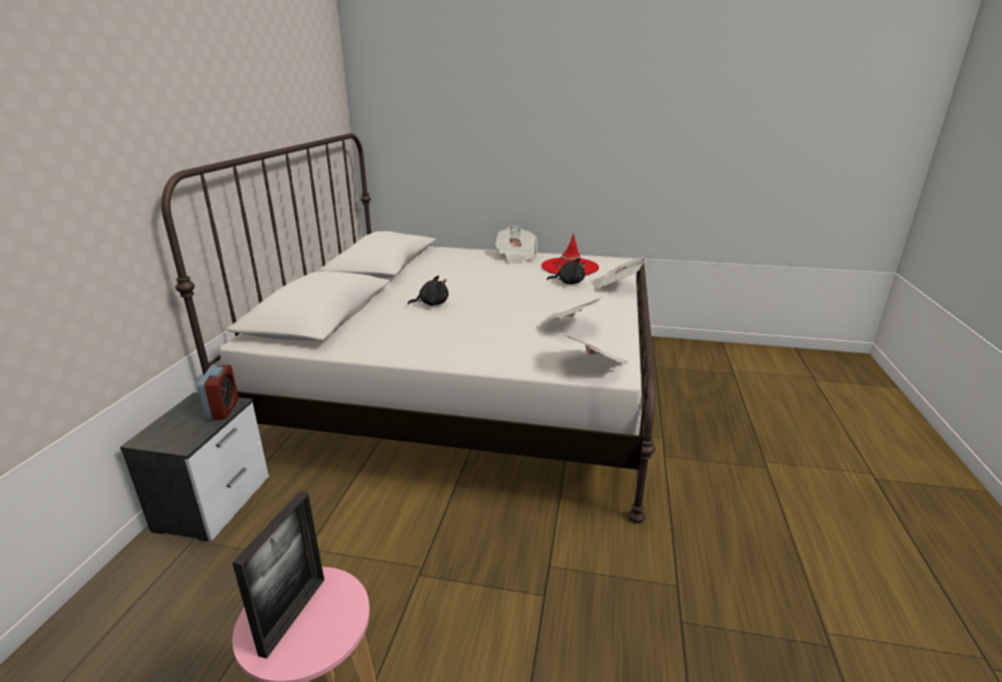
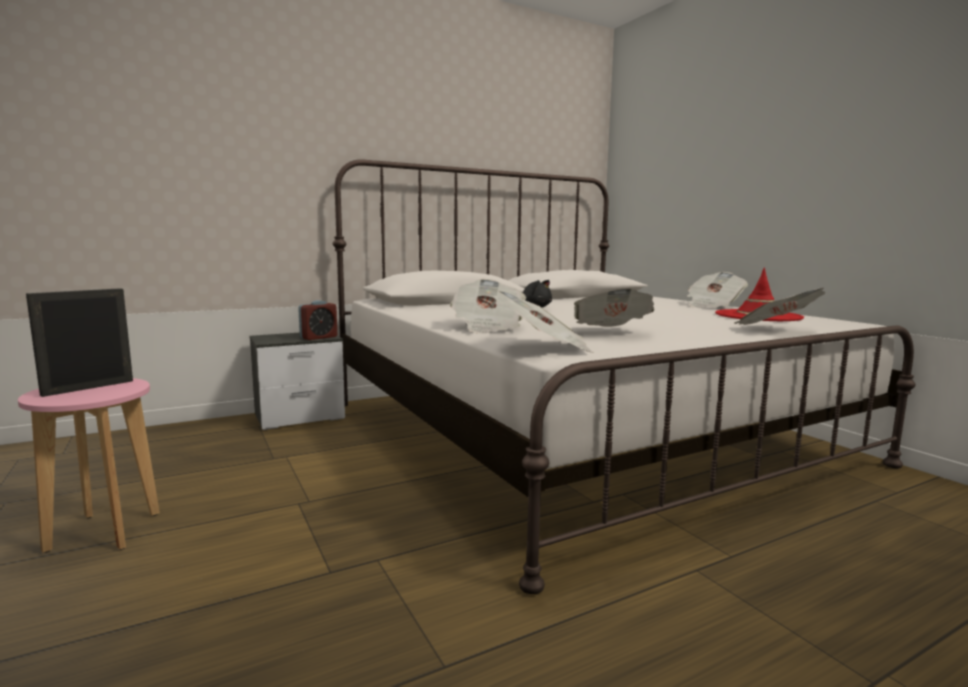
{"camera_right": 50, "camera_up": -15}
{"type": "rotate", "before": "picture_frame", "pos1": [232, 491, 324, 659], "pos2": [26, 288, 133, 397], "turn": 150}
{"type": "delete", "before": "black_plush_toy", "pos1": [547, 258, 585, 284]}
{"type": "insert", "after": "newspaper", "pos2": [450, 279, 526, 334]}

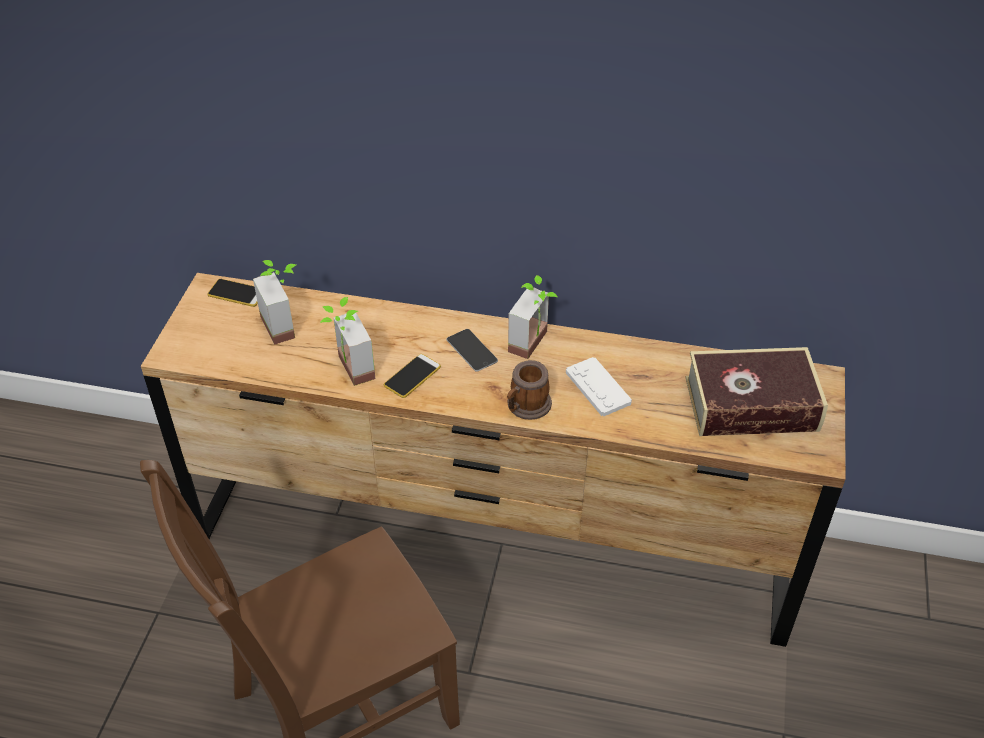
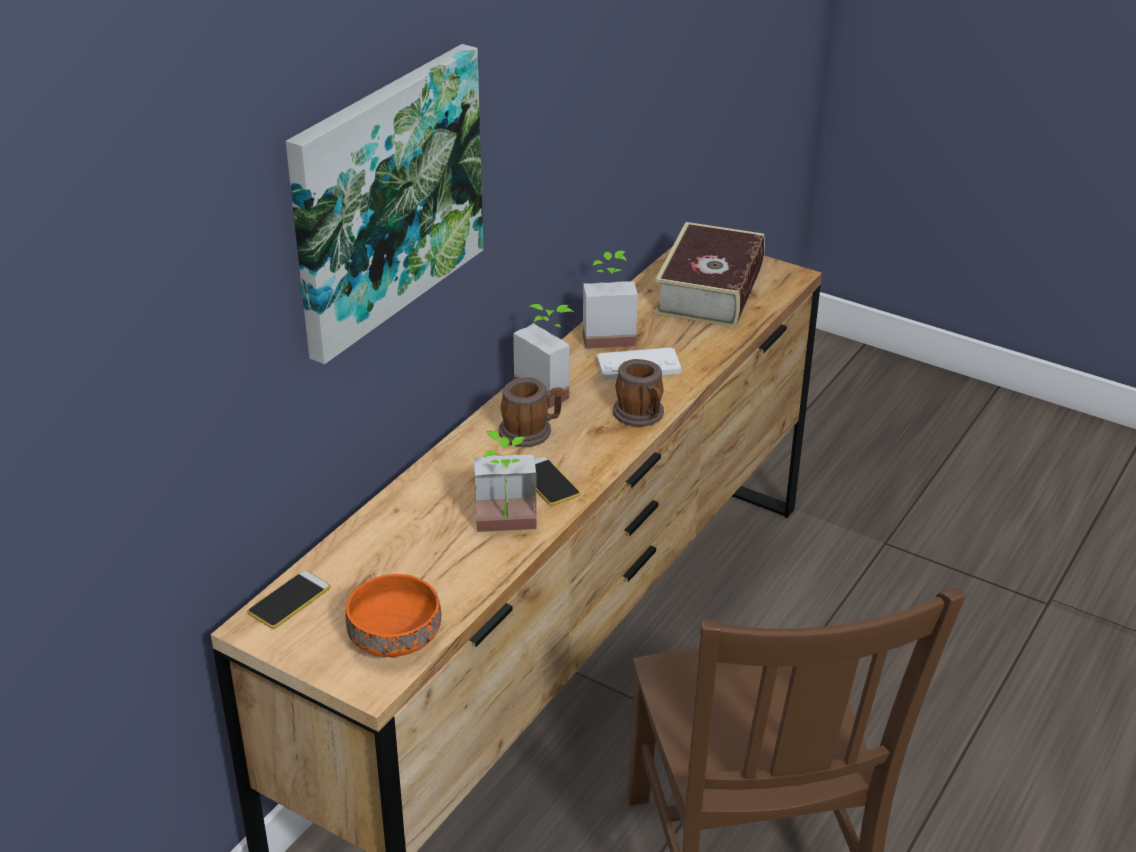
{"camera_right": -70, "camera_up": -10}
{"type": "move", "before": "potted_plant", "pos1": [253, 260, 296, 345], "pos2": [583, 251, 638, 349]}
{"type": "replace", "before": "phone", "after": "mug", "pos1": [446, 329, 498, 372], "pos2": [499, 377, 564, 447]}
{"type": "insert", "after": "picture", "pos2": [286, 44, 484, 364]}
{"type": "insert", "after": "orange_bowl", "pos2": [346, 574, 441, 657]}

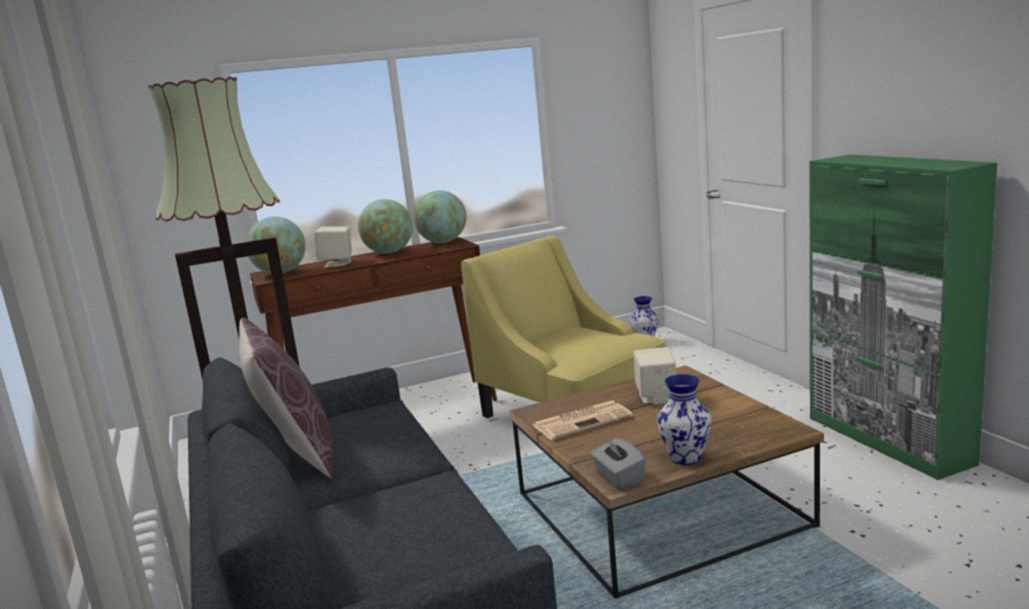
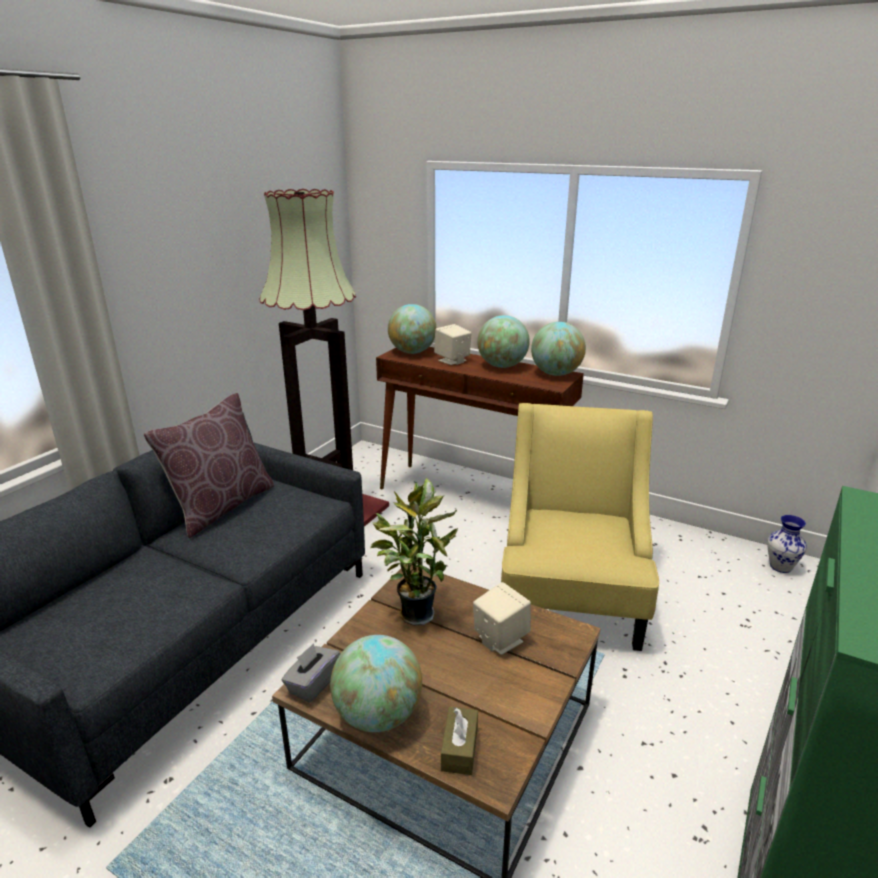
{"camera_right": 50, "camera_up": 10}
{"type": "replace", "before": "newspaper", "after": "potted_plant", "pos1": [532, 400, 633, 440], "pos2": [370, 477, 458, 626]}
{"type": "replace", "before": "vase", "after": "globe", "pos1": [657, 374, 711, 465], "pos2": [330, 635, 422, 732]}
{"type": "insert", "after": "brown_tissue_box", "pos2": [441, 707, 478, 775]}

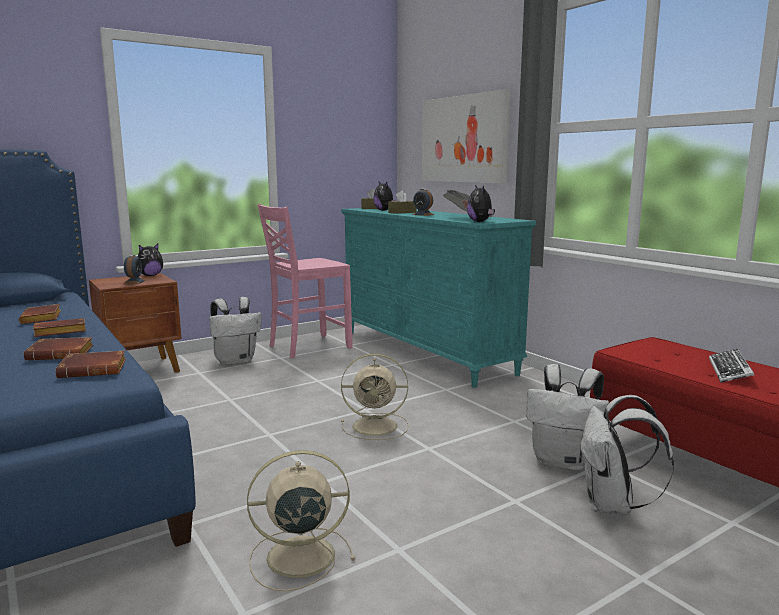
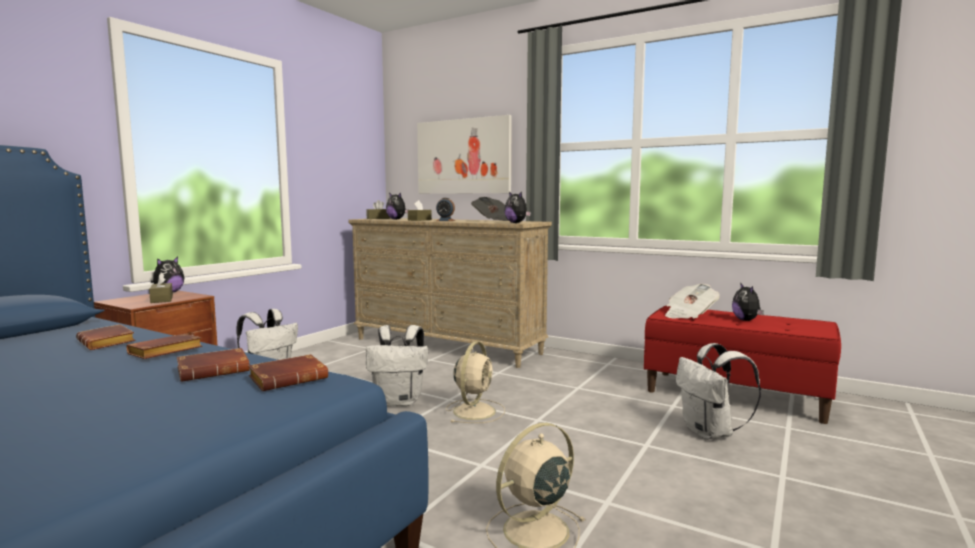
{"camera_right": -25, "camera_up": -5}
{"type": "replace", "before": "alarm_clock", "after": "brown_tissue_box", "pos1": [124, 255, 146, 284], "pos2": [149, 272, 173, 303]}
{"type": "delete", "before": "pink_chair", "pos1": [257, 204, 353, 358]}
{"type": "recolor", "before": "turquoise_dresser", "after": "beige_dresser", "pos1": [341, 208, 536, 388], "pos2": [348, 218, 552, 368]}
{"type": "rotate", "before": "beige_fan", "pos1": [341, 354, 409, 440], "pos2": [446, 341, 505, 423], "turn": -45}
{"type": "move", "before": "white_backpack", "pos1": [526, 364, 609, 471], "pos2": [366, 325, 428, 407]}
{"type": "replace", "before": "keyboard", "after": "plush_toy", "pos1": [709, 349, 754, 383], "pos2": [732, 283, 764, 321]}
{"type": "insert", "after": "newspaper", "pos2": [665, 284, 720, 319]}

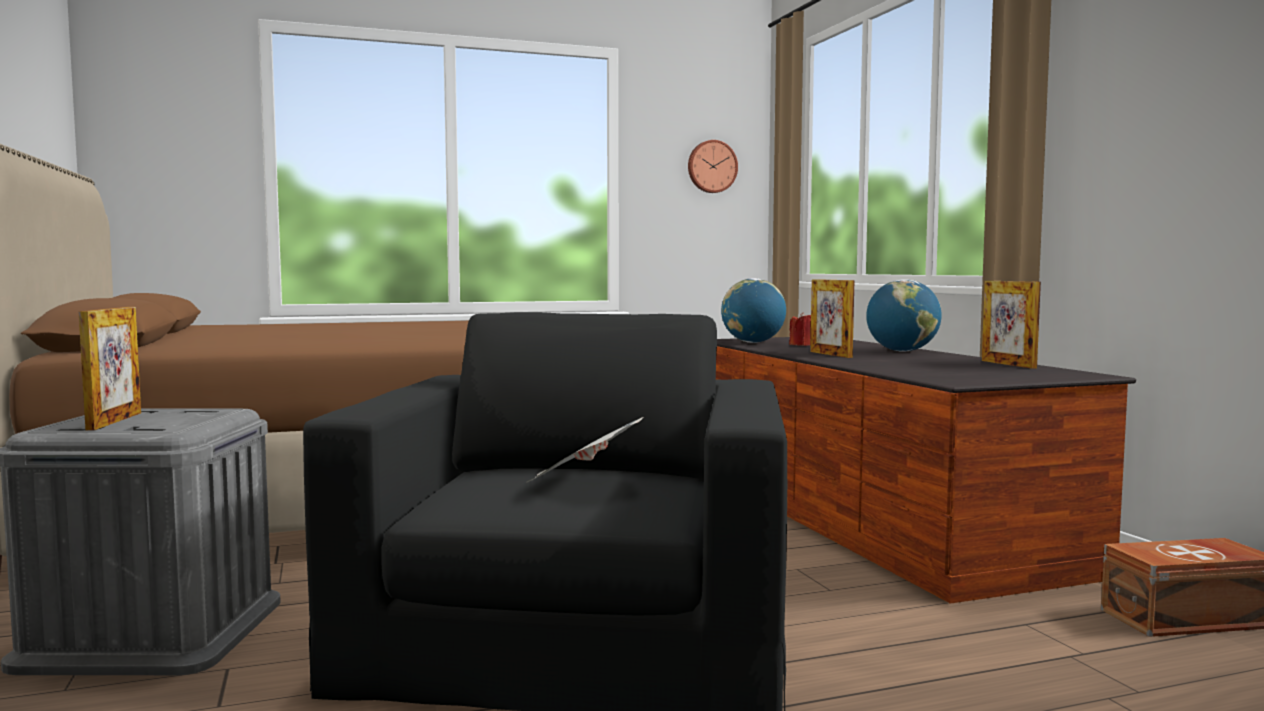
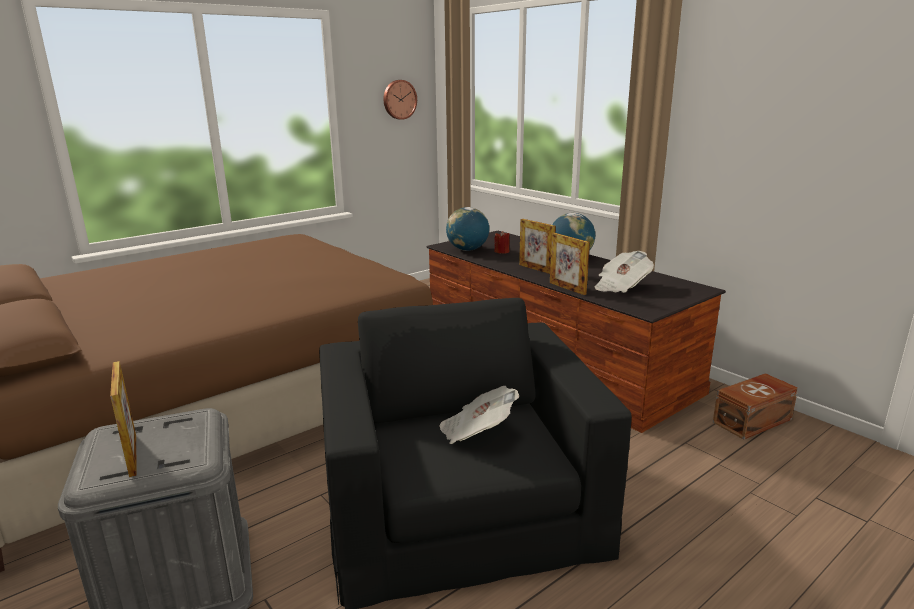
{"camera_right": -20, "camera_up": 15}
{"type": "move", "before": "picture_frame", "pos1": [982, 281, 1041, 369], "pos2": [550, 233, 590, 295]}
{"type": "insert", "after": "newspaper", "pos2": [594, 251, 654, 293]}

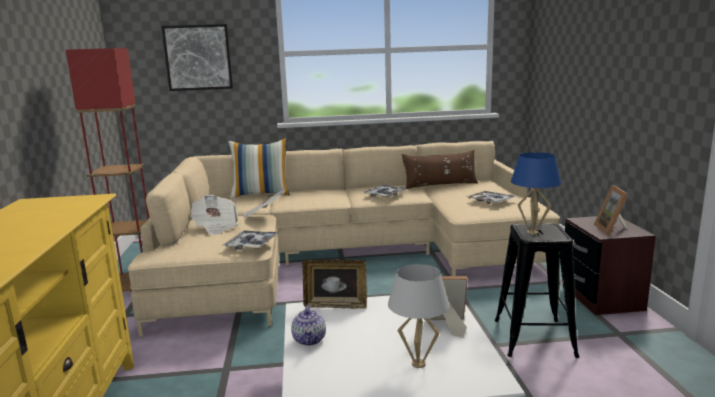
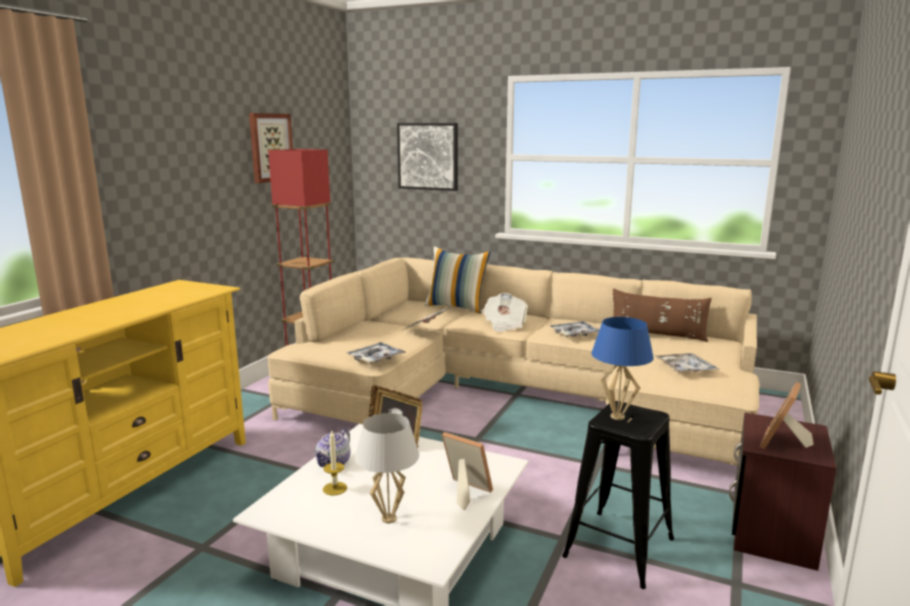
{"camera_right": 30, "camera_up": 0}
{"type": "move", "before": "newspaper", "pos1": [190, 195, 238, 235], "pos2": [482, 293, 528, 332]}
{"type": "insert", "after": "picture", "pos2": [249, 113, 293, 183]}
{"type": "insert", "after": "candle", "pos2": [323, 430, 347, 495]}

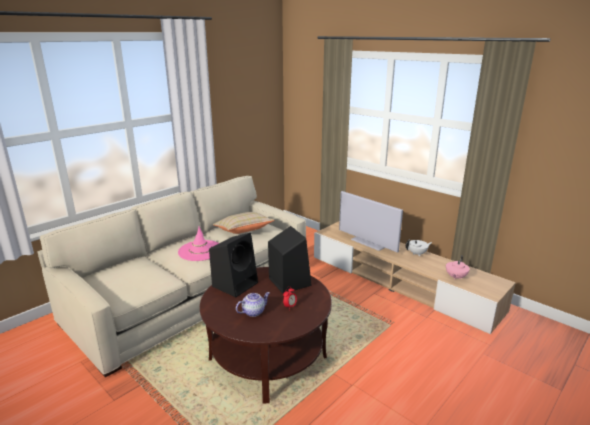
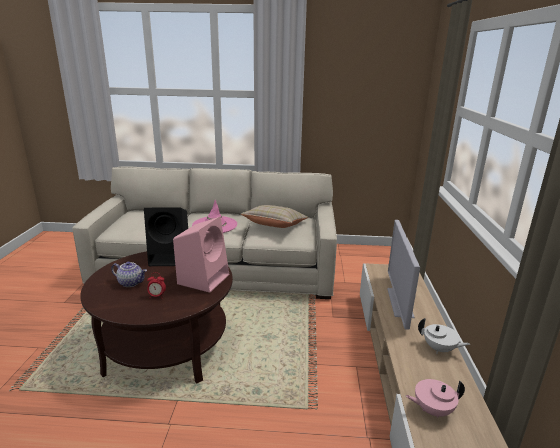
{"camera_right": 50, "camera_up": 0}
{"type": "recolor", "before": "black_speaker", "after": "pink_speaker", "pos1": [268, 226, 312, 294], "pos2": [173, 217, 229, 293]}

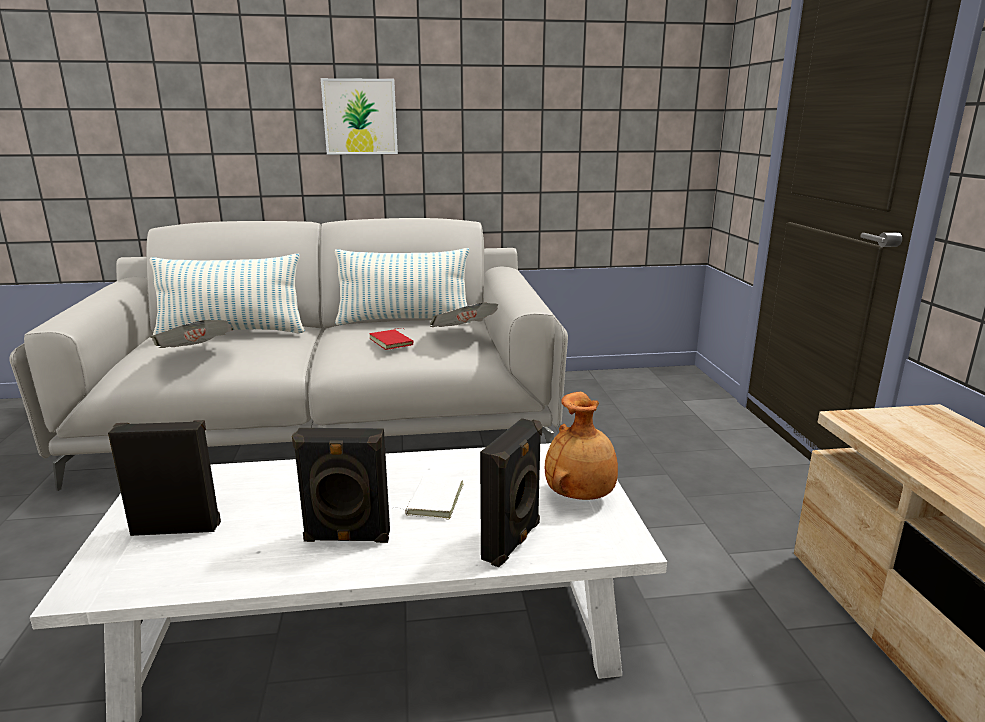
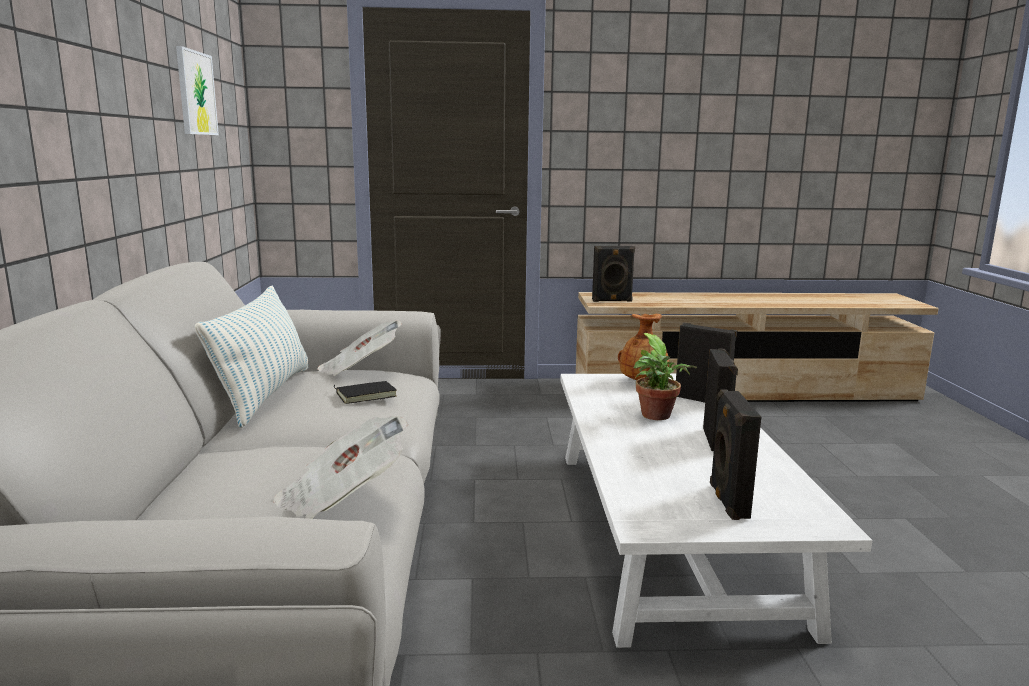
{"camera_right": -85, "camera_up": -5}
{"type": "delete", "before": "pillow", "pos1": [150, 254, 305, 335]}
{"type": "move", "before": "picture", "pos1": [321, 78, 398, 154], "pos2": [176, 46, 219, 135]}
{"type": "recolor", "before": "red_book", "after": "black_book", "pos1": [369, 328, 414, 350], "pos2": [334, 381, 397, 404]}
{"type": "replace", "before": "white_book", "after": "potted_plant", "pos1": [392, 476, 464, 520], "pos2": [634, 333, 697, 420]}
{"type": "insert", "after": "black_speaker", "pos2": [592, 246, 635, 302]}

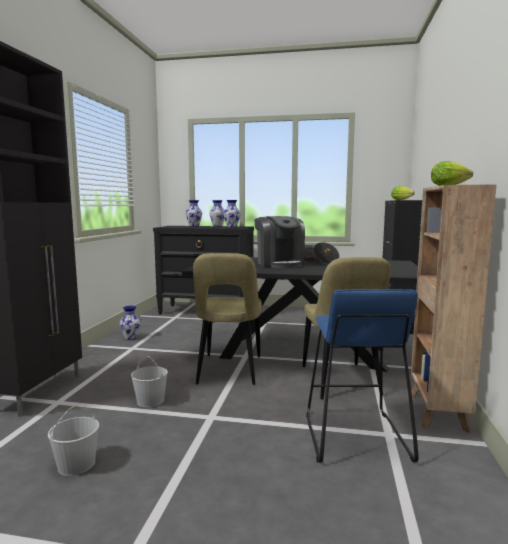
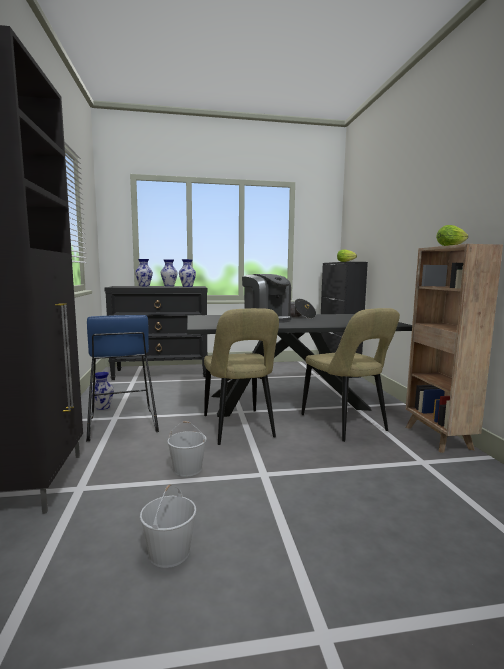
{"camera_right": -20, "camera_up": 0}
{"type": "move", "before": "blue_stool", "pos1": [306, 289, 419, 463], "pos2": [86, 315, 159, 441]}

